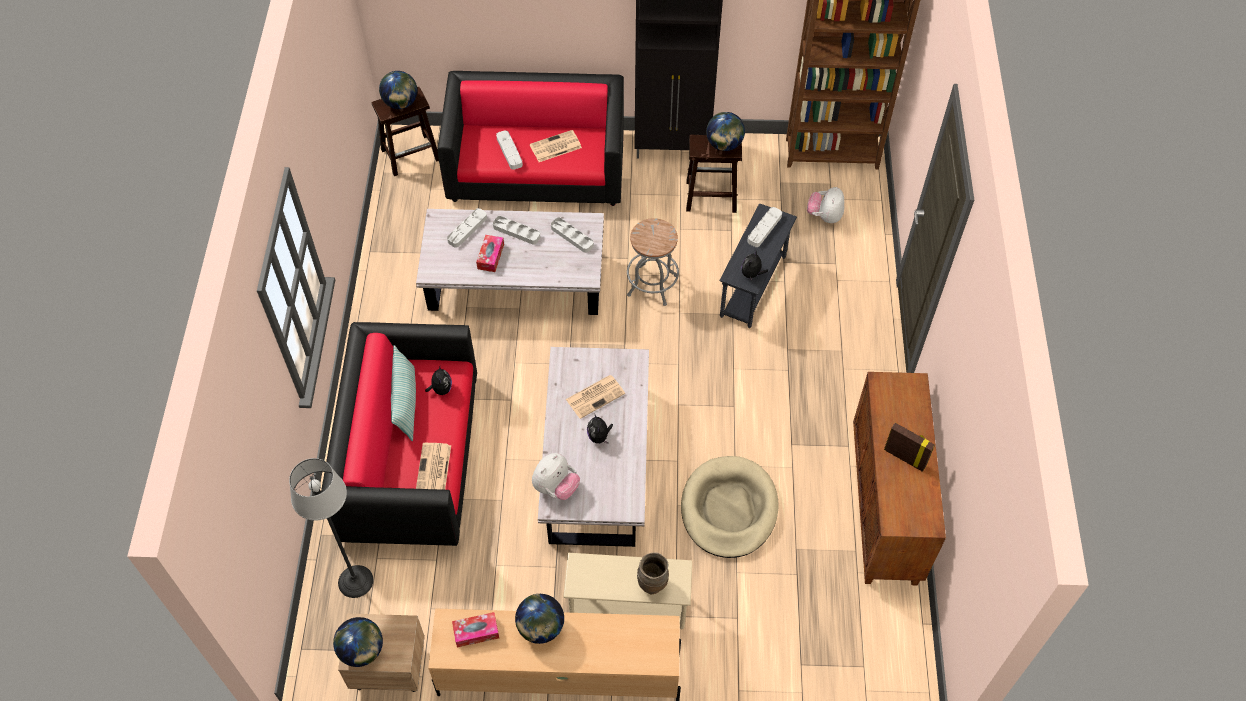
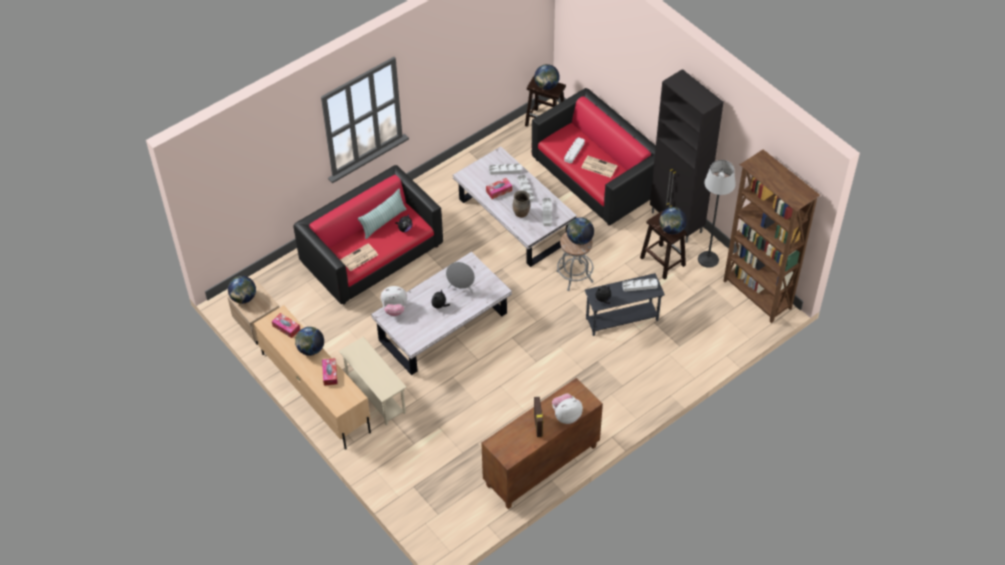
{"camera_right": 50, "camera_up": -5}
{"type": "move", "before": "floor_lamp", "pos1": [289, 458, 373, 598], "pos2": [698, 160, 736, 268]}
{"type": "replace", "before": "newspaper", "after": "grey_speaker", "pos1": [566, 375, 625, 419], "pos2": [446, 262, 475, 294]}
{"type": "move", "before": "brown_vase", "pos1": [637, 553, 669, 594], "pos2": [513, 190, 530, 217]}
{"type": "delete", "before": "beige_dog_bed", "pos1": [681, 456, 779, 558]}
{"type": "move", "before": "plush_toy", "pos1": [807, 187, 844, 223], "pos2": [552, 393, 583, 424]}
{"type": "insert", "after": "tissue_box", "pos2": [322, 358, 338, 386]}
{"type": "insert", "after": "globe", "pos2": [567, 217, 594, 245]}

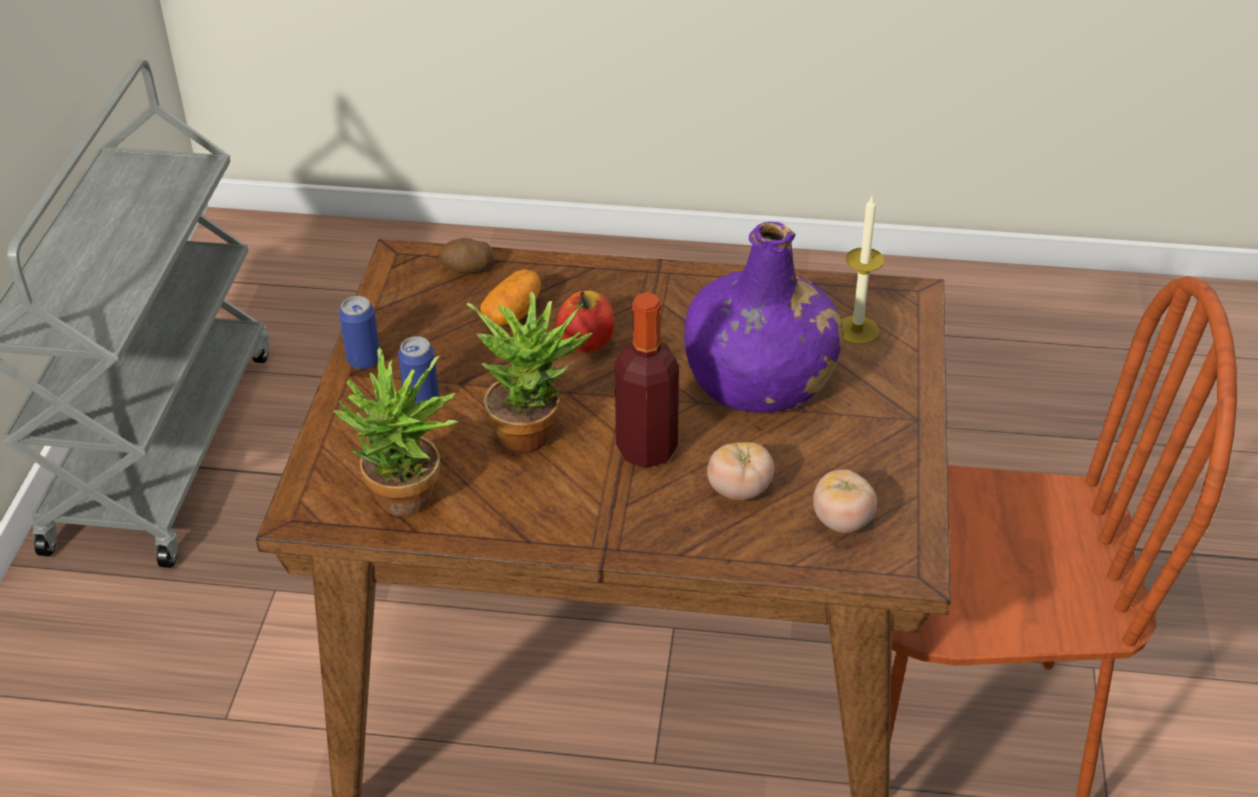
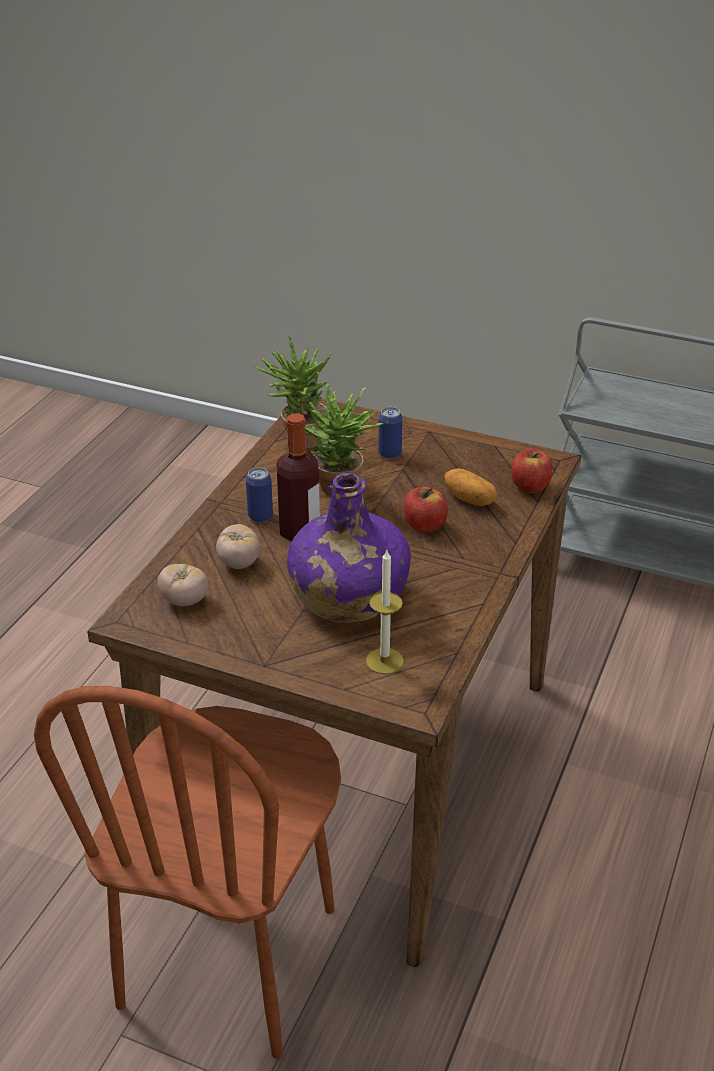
{"camera_right": 105, "camera_up": -5}
{"type": "move", "before": "can", "pos1": [339, 296, 380, 369], "pos2": [246, 467, 273, 522]}
{"type": "replace", "before": "potato", "after": "apple", "pos1": [438, 238, 494, 274], "pos2": [511, 449, 552, 493]}

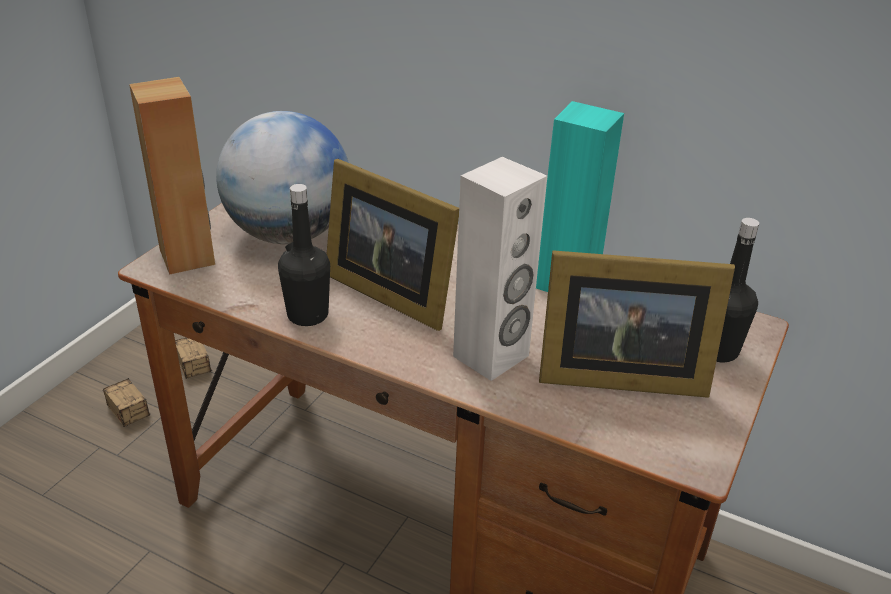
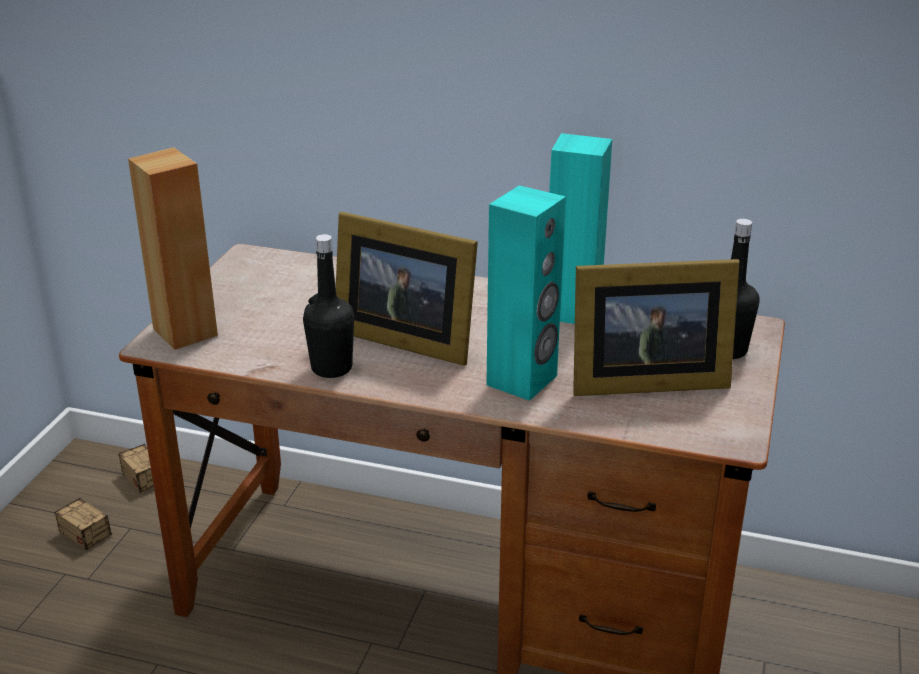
{"camera_right": -10, "camera_up": -5}
{"type": "delete", "before": "globe", "pos1": [216, 111, 349, 244]}
{"type": "recolor", "before": "white_speaker", "after": "turquoise_speaker", "pos1": [453, 157, 547, 381], "pos2": [486, 186, 566, 401]}

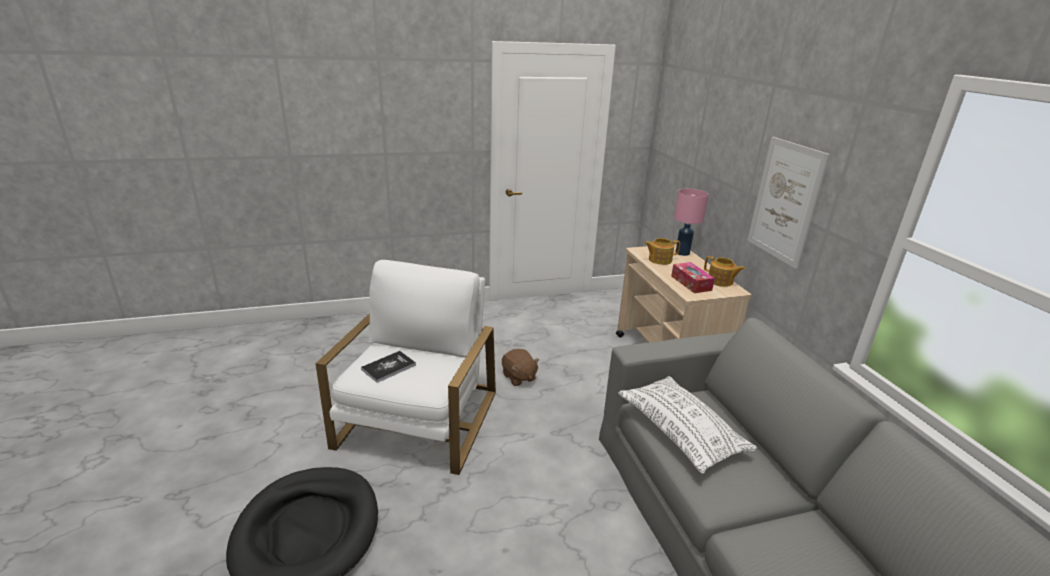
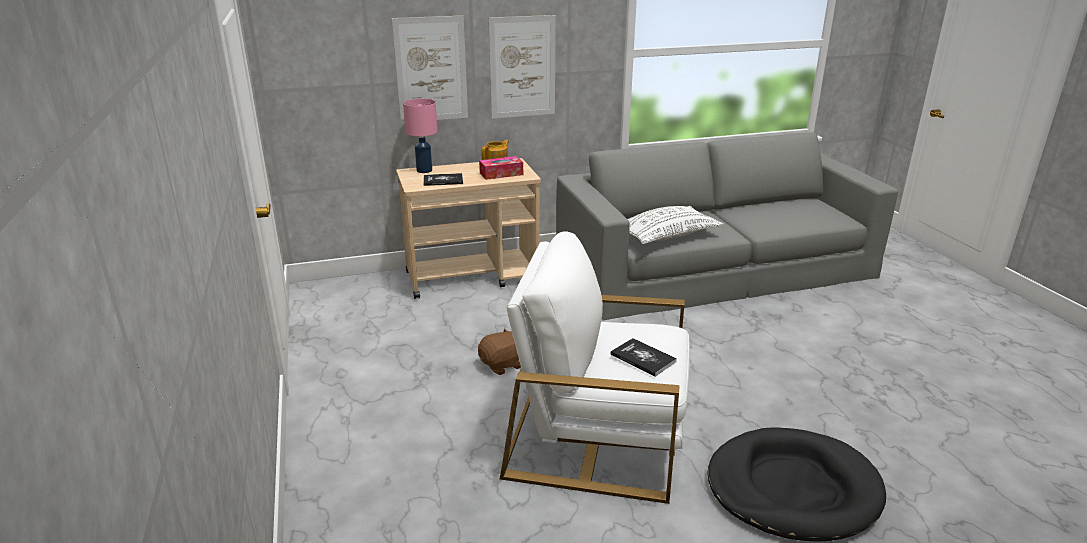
{"camera_right": -90, "camera_up": 0}
{"type": "replace", "before": "teapot", "after": "book", "pos1": [644, 238, 680, 265], "pos2": [423, 173, 463, 186]}
{"type": "insert", "after": "picture", "pos2": [392, 16, 468, 123]}

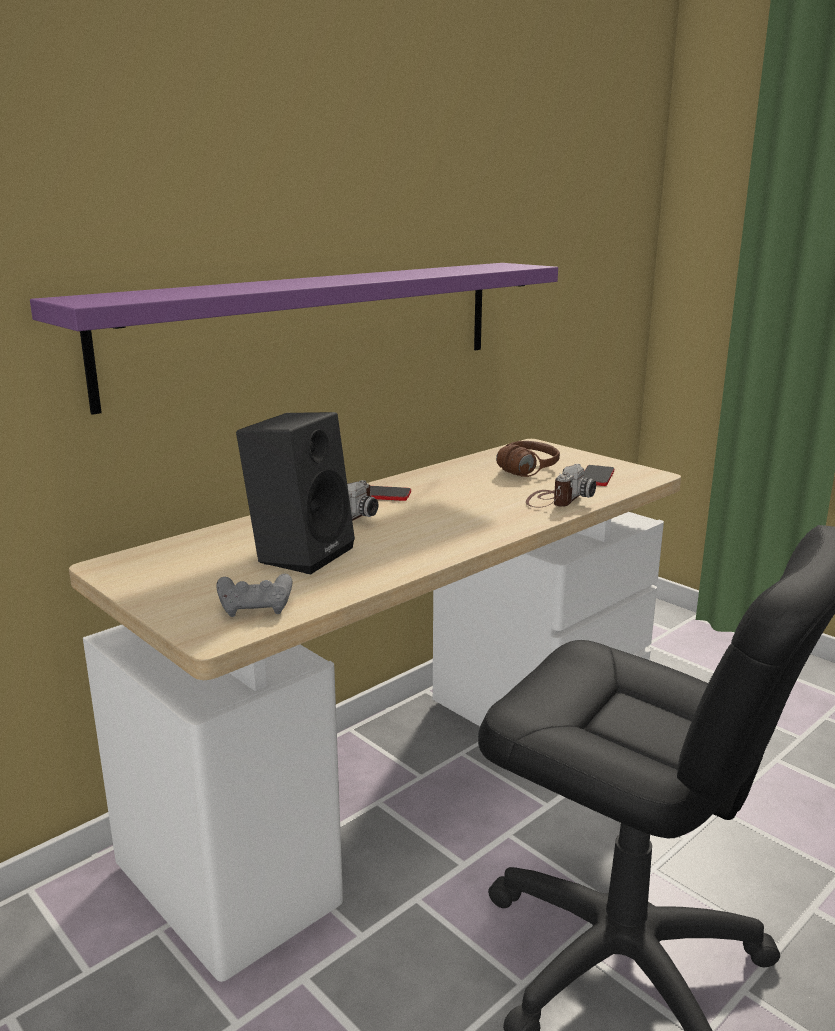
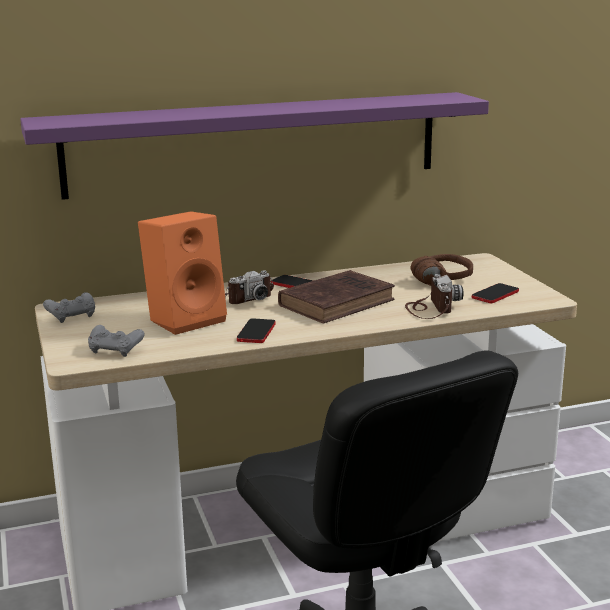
{"camera_right": 25, "camera_up": 0}
{"type": "recolor", "before": "black_speaker", "after": "orange_speaker", "pos1": [236, 412, 355, 574], "pos2": [138, 211, 227, 335]}
{"type": "rotate", "before": "photo_camera", "pos1": [526, 464, 596, 508], "pos2": [405, 274, 463, 319], "turn": -60}
{"type": "insert", "after": "grey_game_controller", "pos2": [43, 292, 95, 323]}
{"type": "insert", "after": "phone", "pos2": [237, 318, 276, 343]}
{"type": "insert", "after": "brown_book", "pos2": [278, 270, 395, 323]}

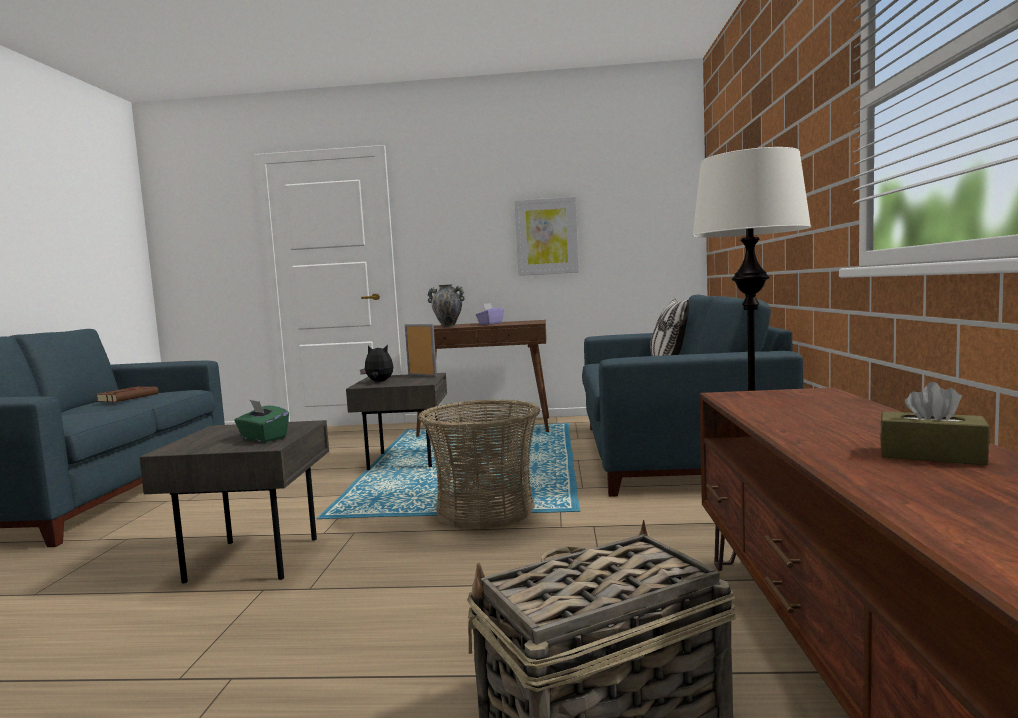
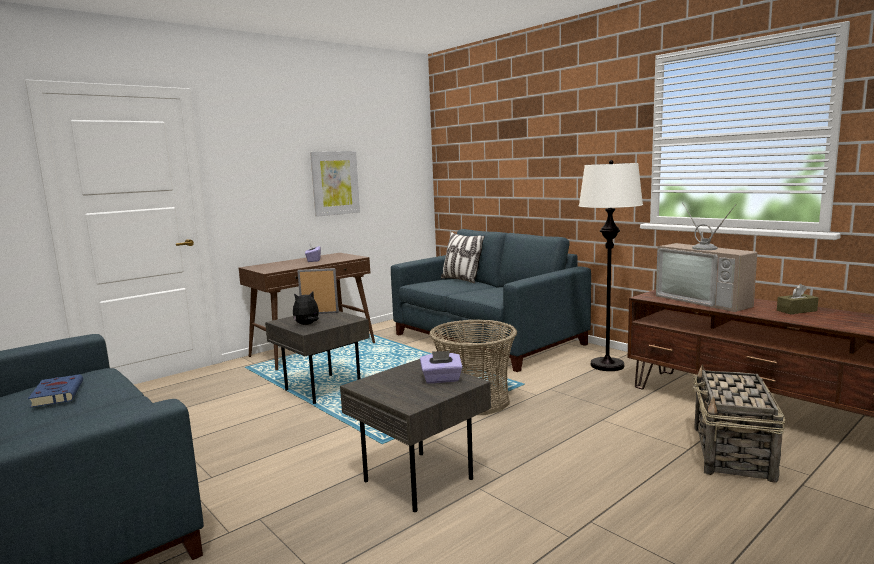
{"camera_right": -45, "camera_up": 5}
{"type": "recolor", "before": "brown_book", "after": "blue_book", "pos1": [96, 386, 159, 402], "pos2": [28, 374, 83, 407]}
{"type": "recolor", "before": "green_tissue_box", "after": "purple_tissue_box", "pos1": [234, 399, 289, 443], "pos2": [420, 351, 463, 384]}
{"type": "delete", "before": "vase", "pos1": [427, 284, 465, 327]}
{"type": "insert", "after": "television", "pos2": [656, 202, 757, 312]}

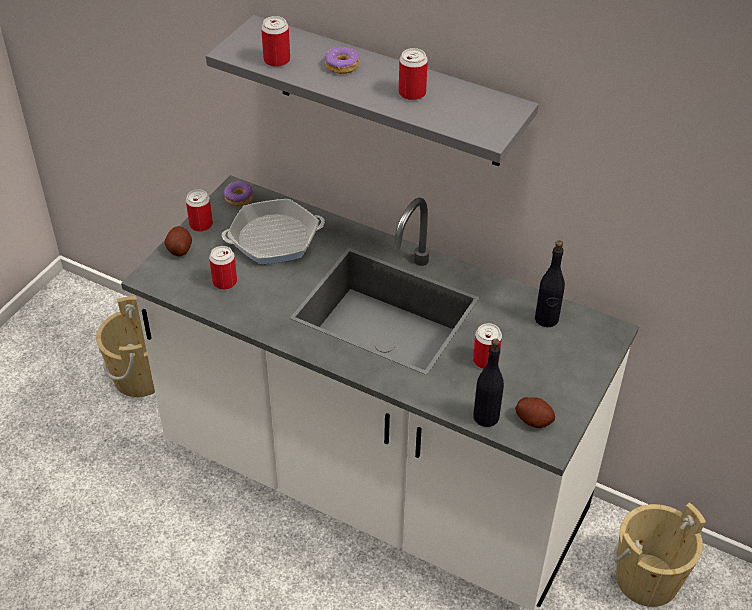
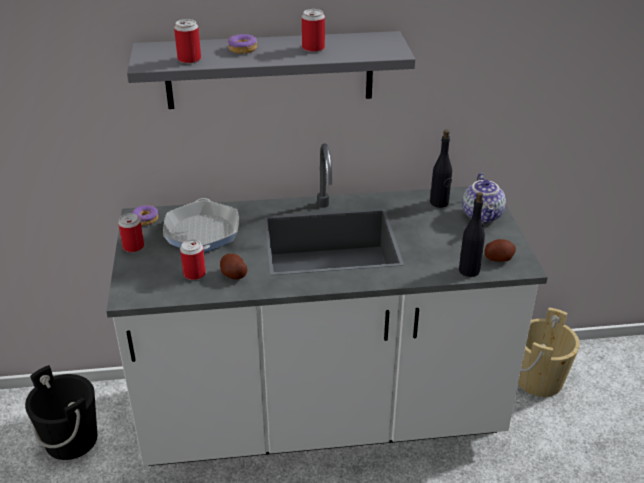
{"camera_right": -35, "camera_up": -10}
{"type": "recolor", "before": "beige_bucket", "after": "black_bucket", "pos1": [96, 296, 155, 397], "pos2": [25, 365, 97, 460]}
{"type": "move", "before": "potato", "pos1": [164, 226, 192, 256], "pos2": [220, 254, 248, 280]}
{"type": "rotate", "before": "frying_pan", "pos1": [222, 199, 325, 264], "pos2": [163, 198, 239, 252], "turn": 135}
{"type": "delete", "before": "can", "pos1": [473, 323, 502, 369]}
{"type": "insert", "after": "teapot", "pos2": [462, 173, 506, 223]}

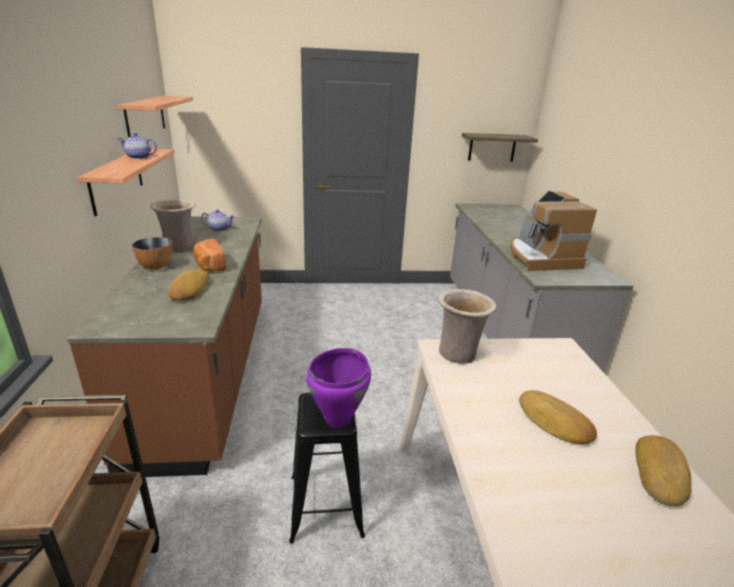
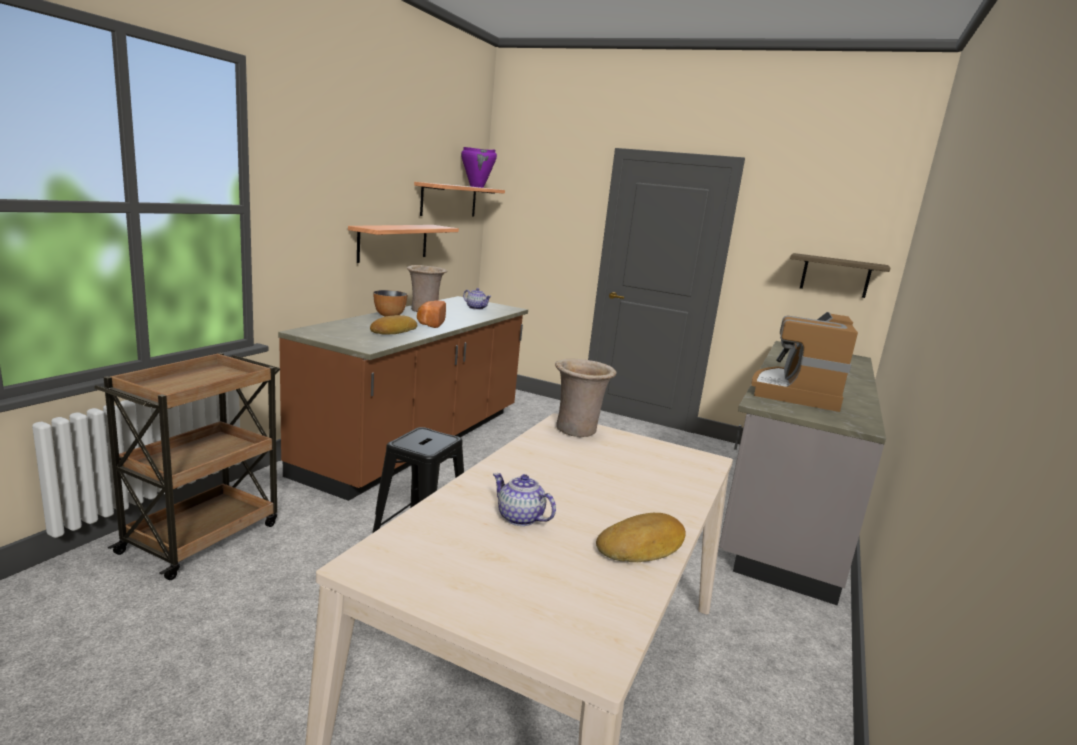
{"camera_right": 30, "camera_up": -10}
{"type": "move", "before": "teapot", "pos1": [117, 133, 157, 159], "pos2": [493, 473, 556, 526]}
{"type": "move", "before": "purple_cooking_pot", "pos1": [306, 348, 371, 428], "pos2": [461, 147, 497, 188]}
{"type": "delete", "before": "bread", "pos1": [519, 390, 597, 445]}

